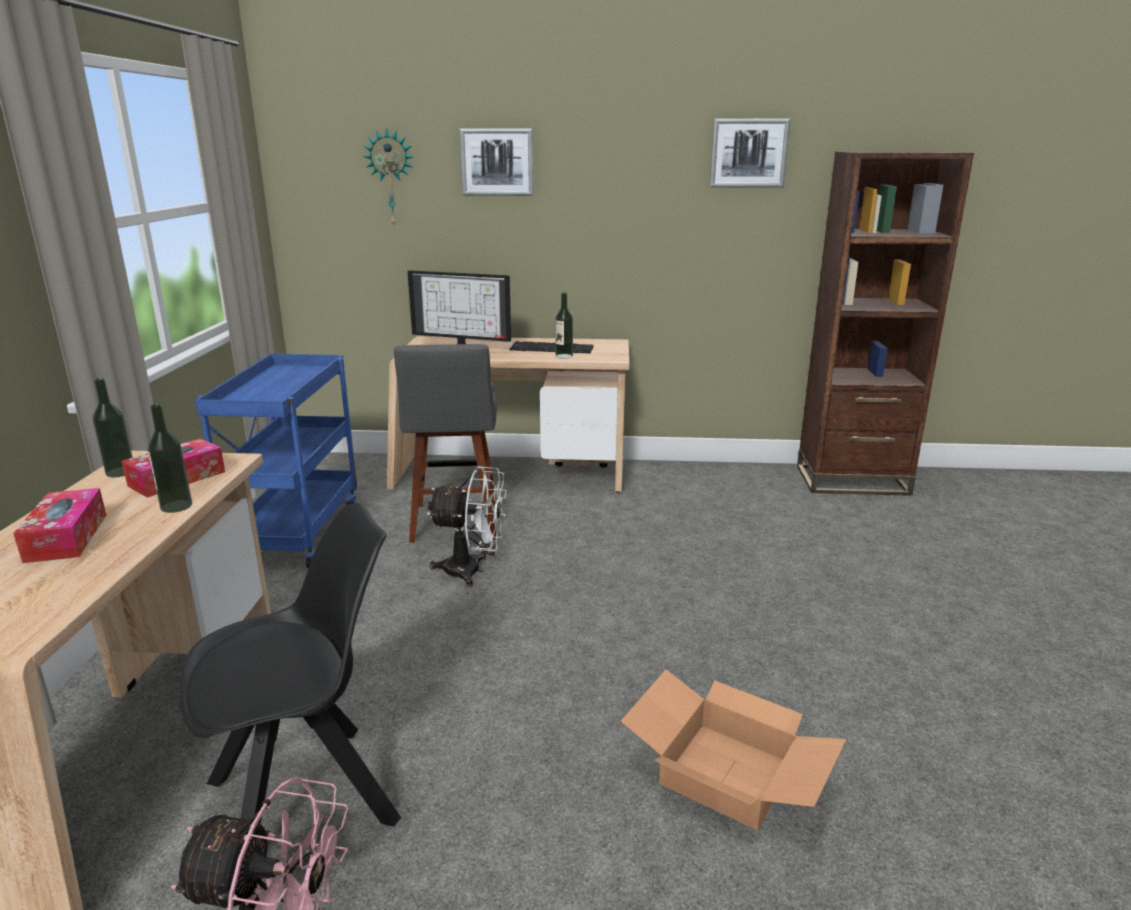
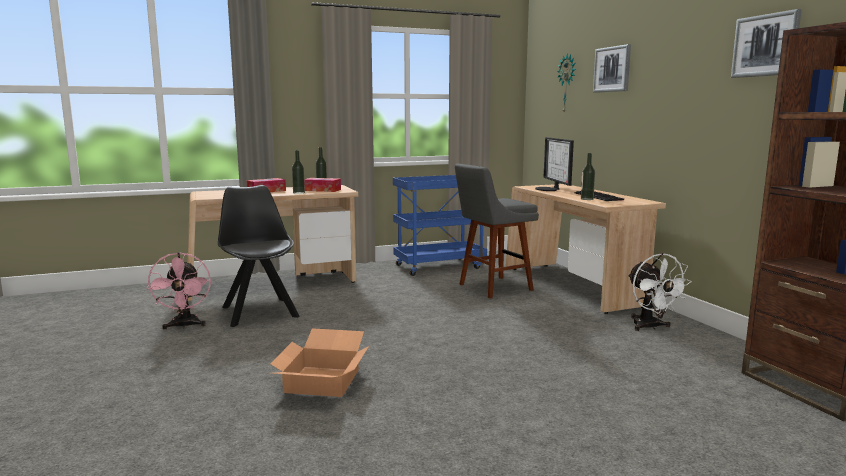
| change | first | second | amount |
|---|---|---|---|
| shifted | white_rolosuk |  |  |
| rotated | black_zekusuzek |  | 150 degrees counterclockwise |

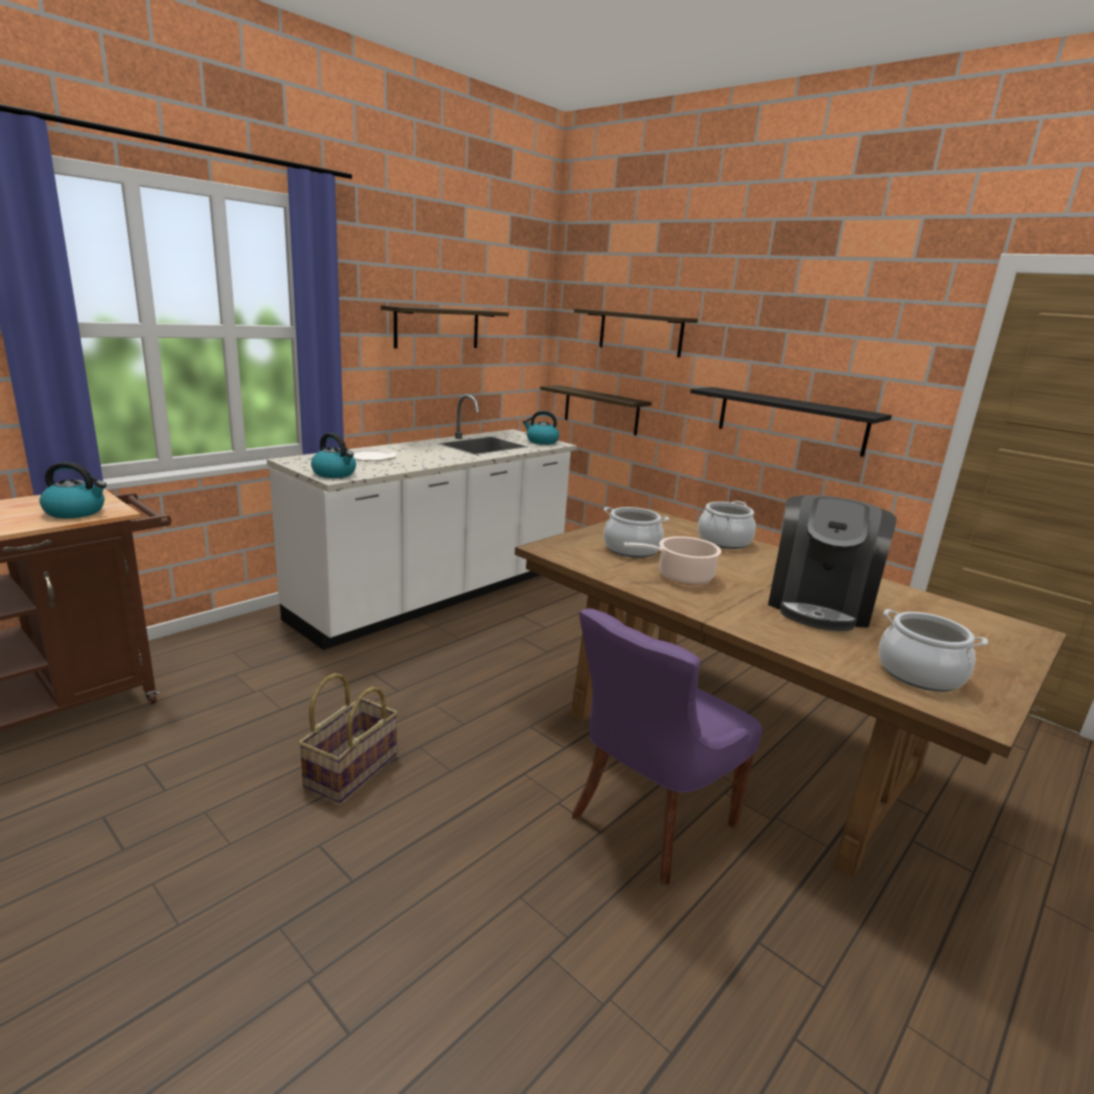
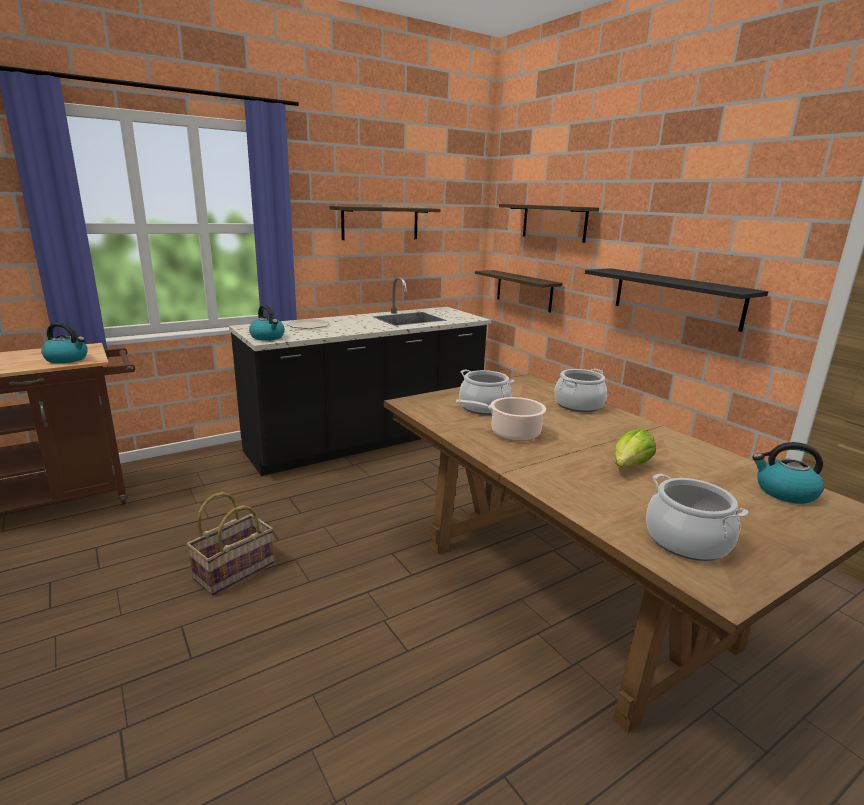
| change | first | second | amount |
|---|---|---|---|
| repainted | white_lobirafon | black_lobirafon |  |
| shifted | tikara (no. 3 from left) |  |  |
| swapped | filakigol | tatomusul |  |
| gone | purple_zekusuzek |  |  |

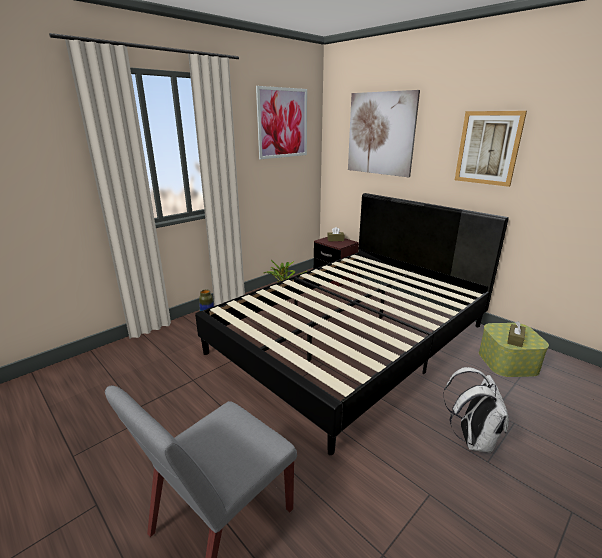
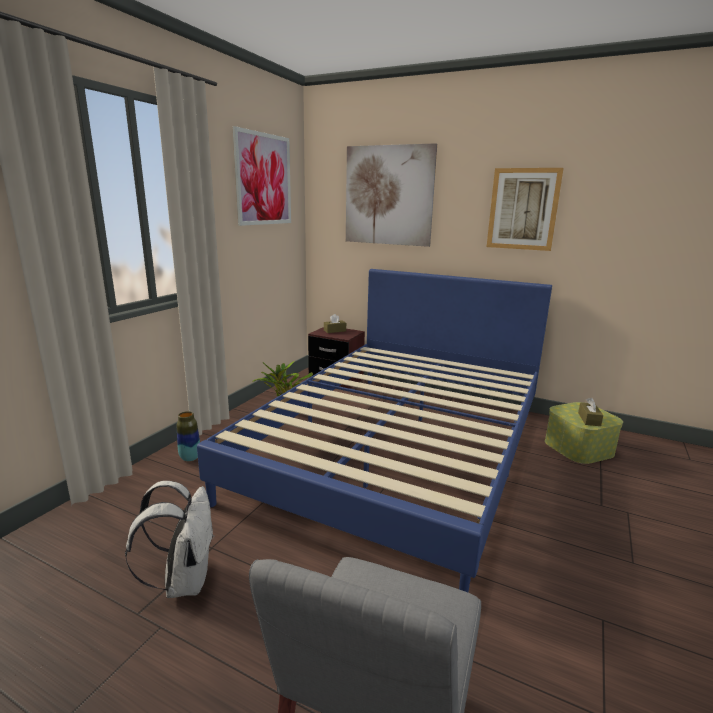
| change | first | second | amount |
|---|---|---|---|
| repainted | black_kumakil | blue_kumakil |  |
| shifted | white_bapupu |  |  |

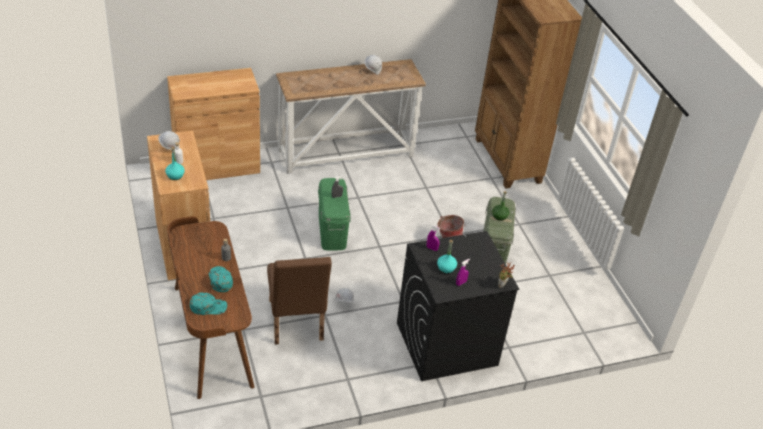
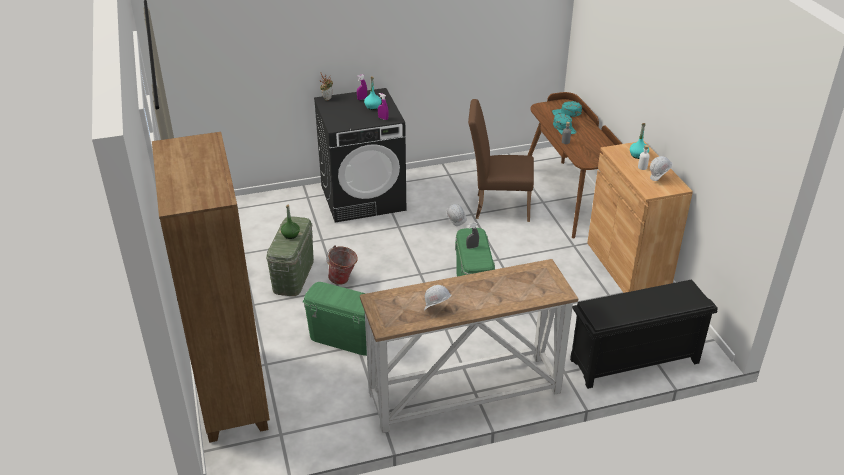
| change | first | second | amount |
|---|---|---|---|
| swapped | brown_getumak (no. 2 from left) | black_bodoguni |  |
| rotated | brown_zekusuzek |  | 75 degrees counterclockwise |
| new |  | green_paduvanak (no. 2 from left) |  |

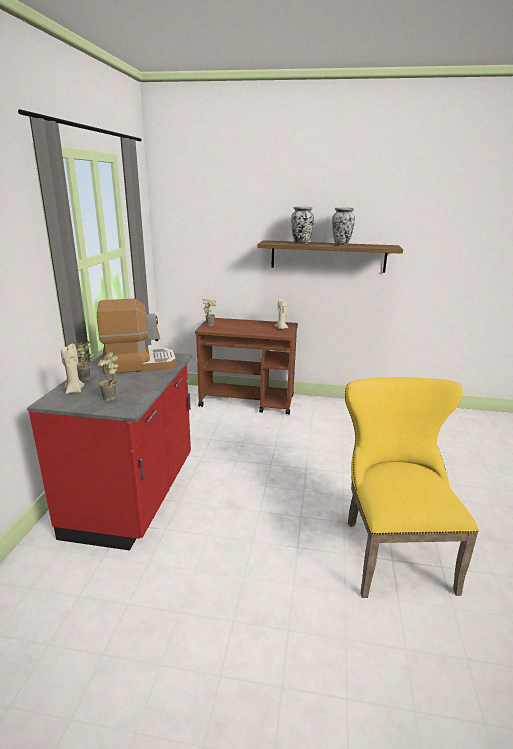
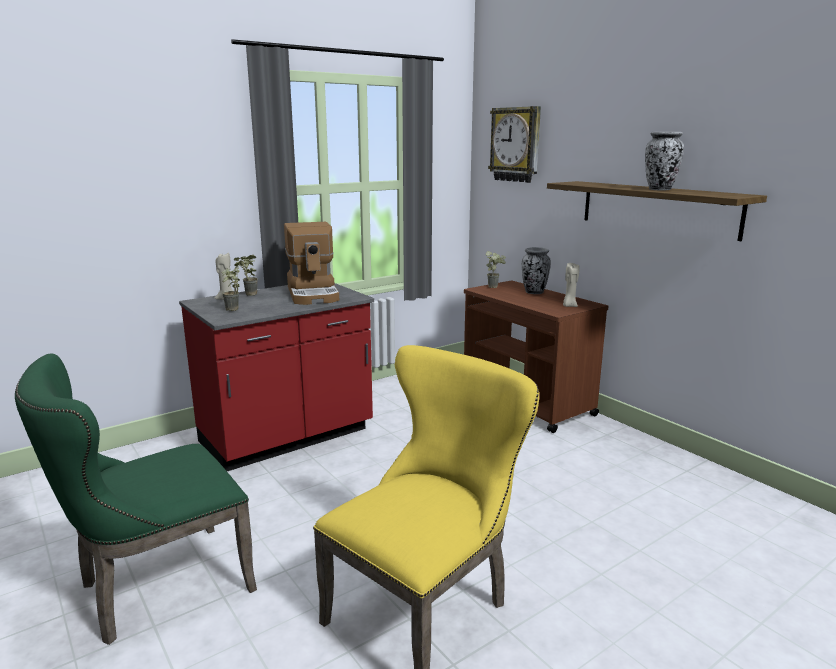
| change | first | second | amount |
|---|---|---|---|
| shifted | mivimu (no. 1 from left) |  |  |
| rotated | filakigol |  | 45 degrees clockwise |
| new |  | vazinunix |  |
| new |  | green_zekusuzek |  |

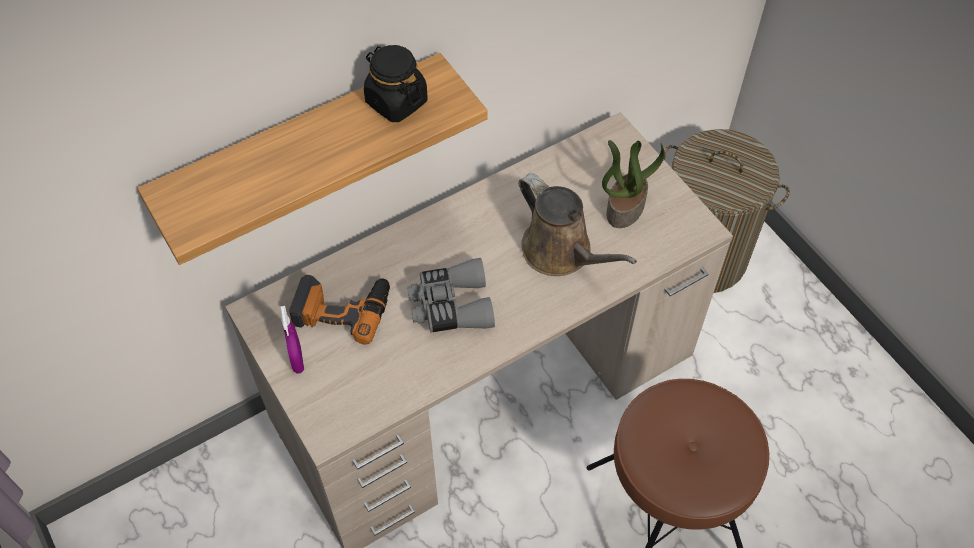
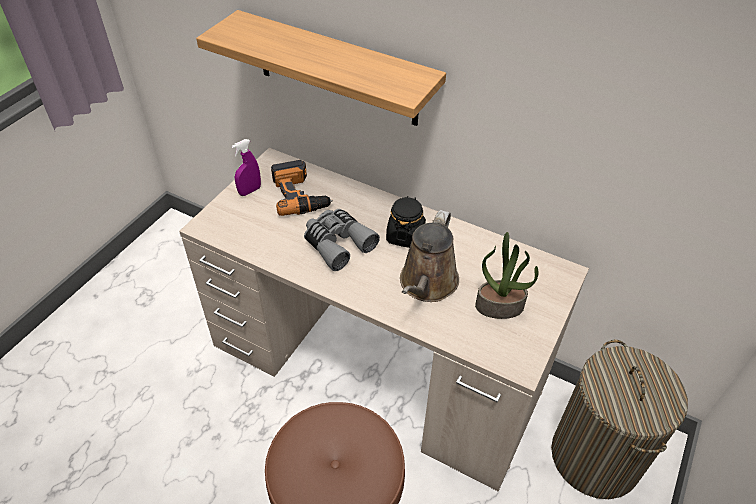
| change | first | second | amount |
|---|---|---|---|
| shifted | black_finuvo |  |  |

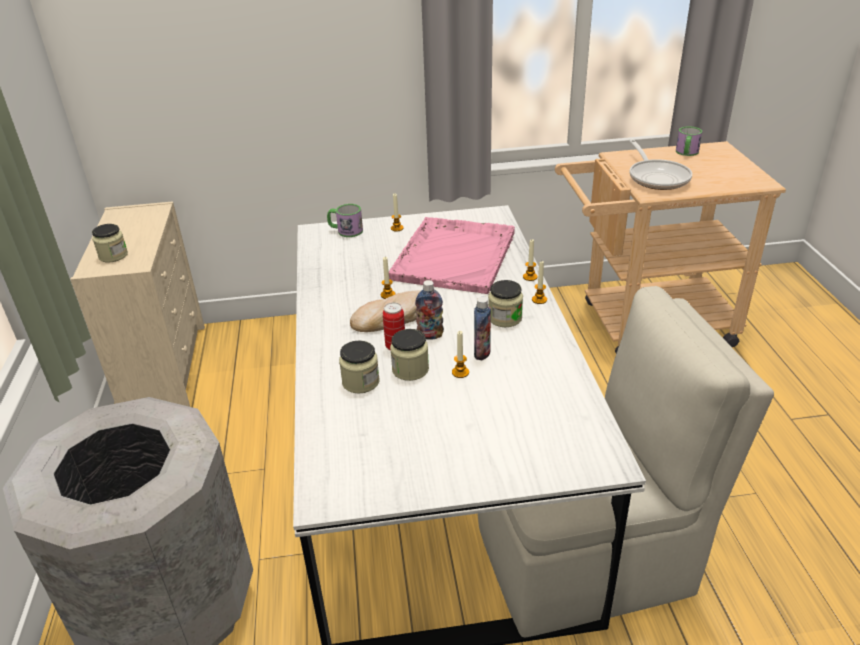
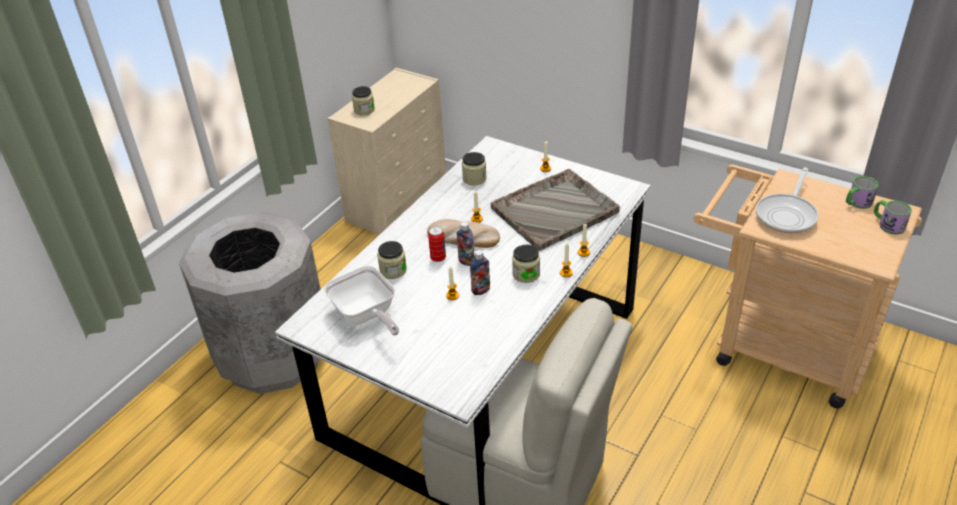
| change | first | second | amount |
|---|---|---|---|
| shifted | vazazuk (no. 1 from left in the first image) | vazazuk (no. 2 from left) |  |
| repainted | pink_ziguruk | grey_ziguruk |  |
| shifted | finuvo (no. 3 from left) |  |  |
| new |  | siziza (no. 1 from left) |  |

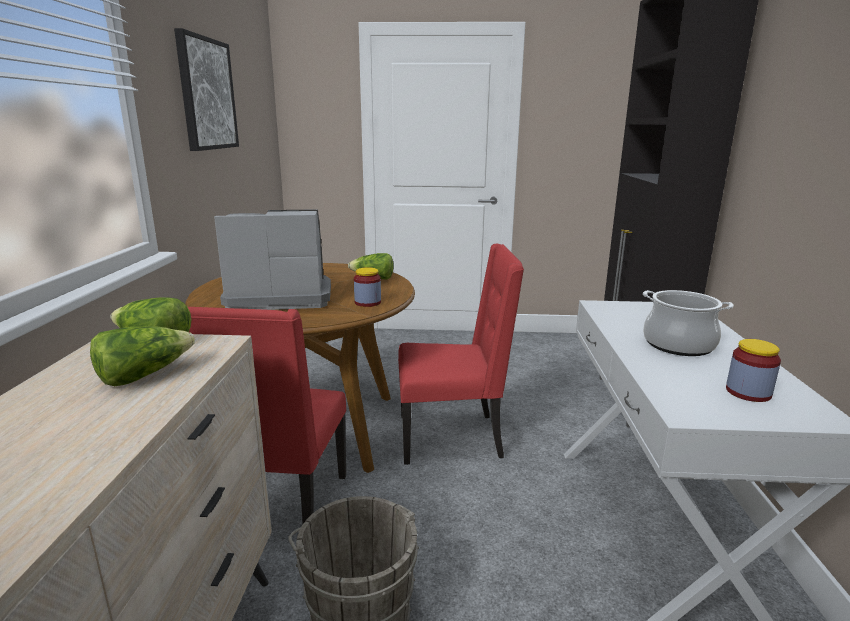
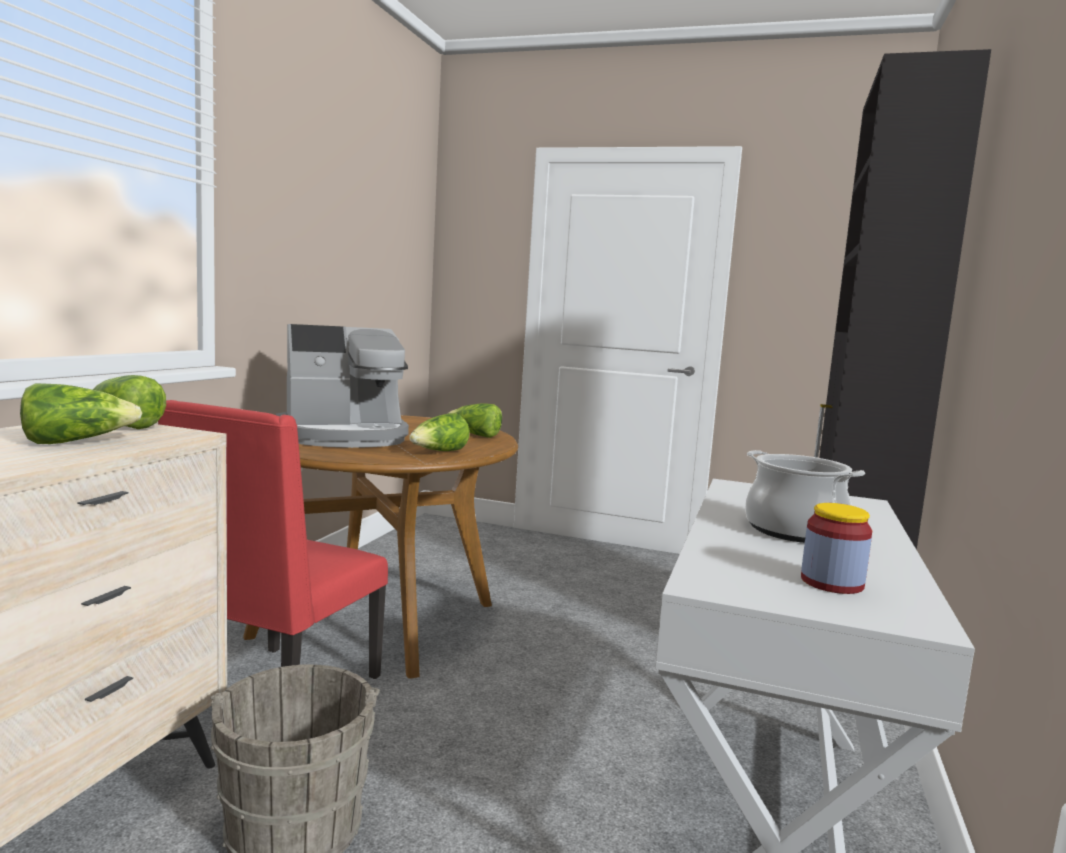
| change | first | second | amount |
|---|---|---|---|
| gone | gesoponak |  |  |
| rotated | filakigol |  | 150 degrees clockwise |
| gone | red_zekusuzek (no. 2 from left) |  |  |
| swapped | finuvo (no. 1 from left) | tatomusul (no. 3 from left) |  |

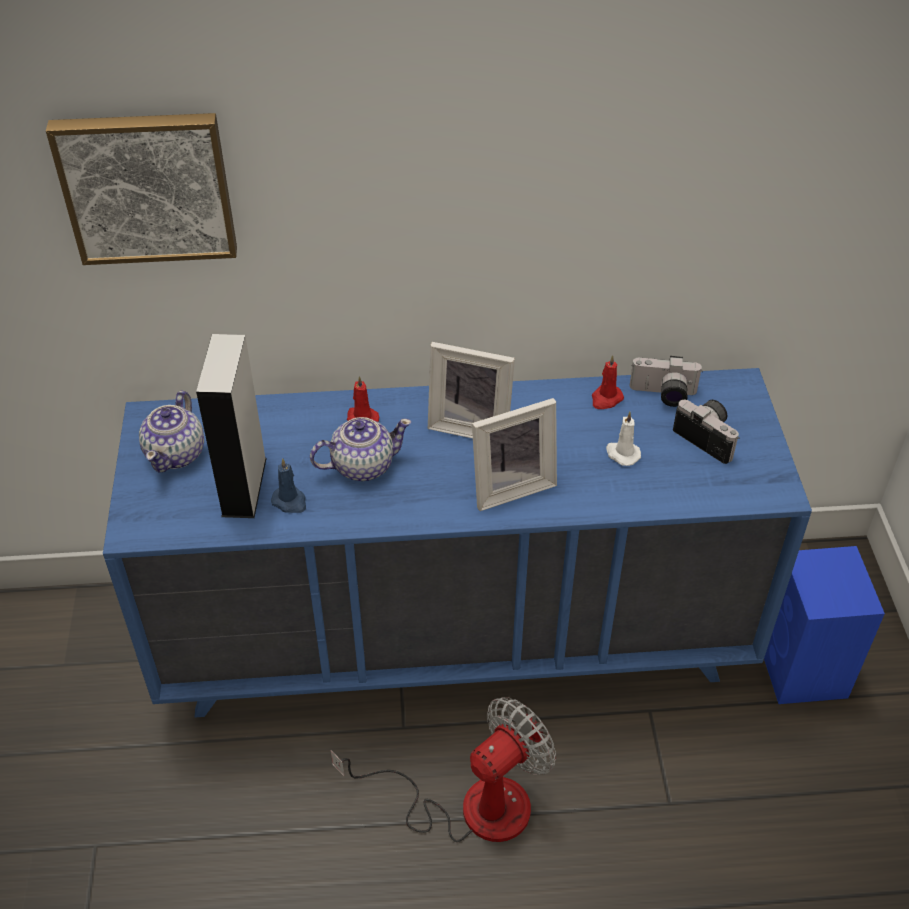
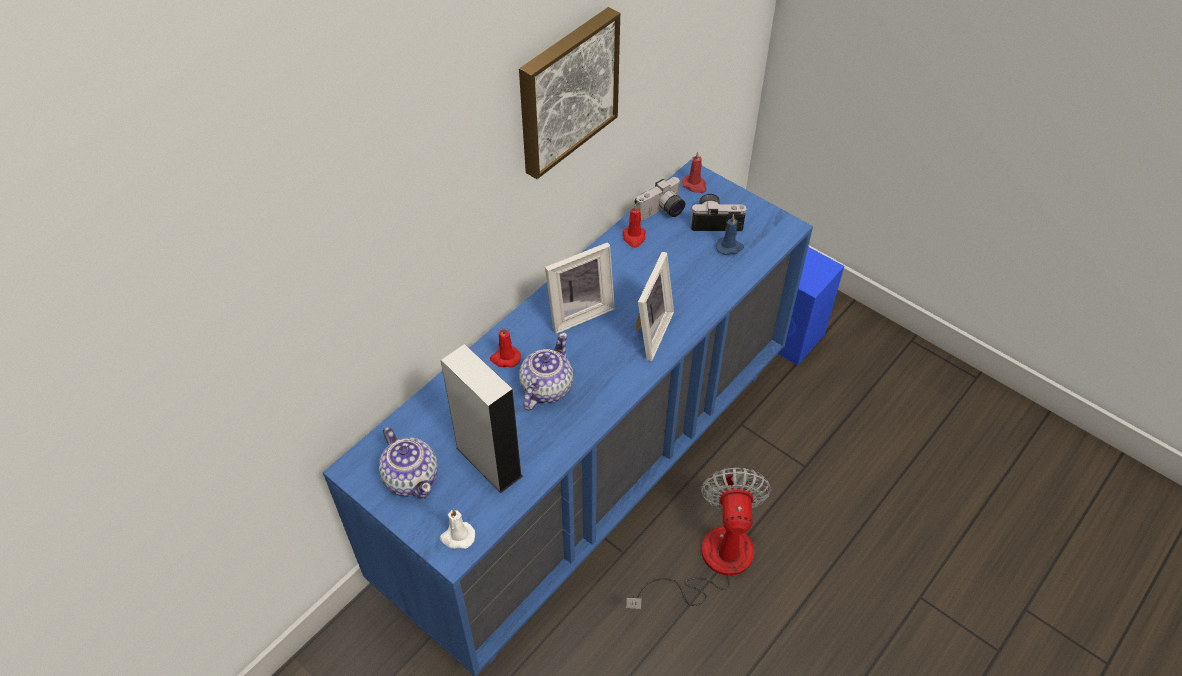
| change | first | second | amount |
|---|---|---|---|
| shifted | gesoponak |  |  |
| shifted | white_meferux |  |  |
| shifted | blue_meferux |  |  |
| new |  | red_meferux (no. 3 from left) |  |

